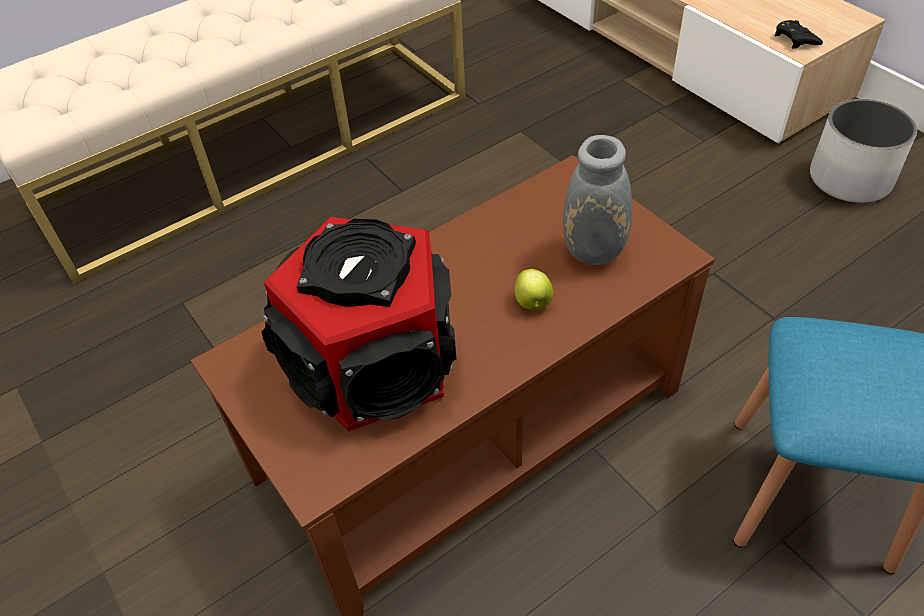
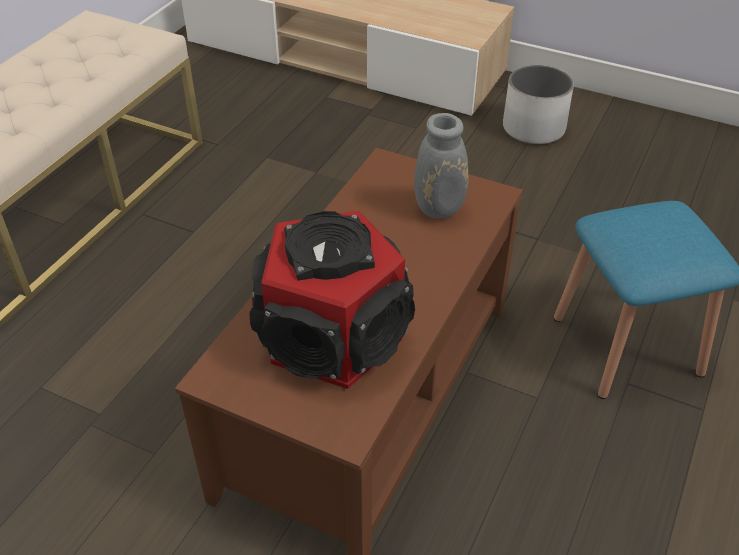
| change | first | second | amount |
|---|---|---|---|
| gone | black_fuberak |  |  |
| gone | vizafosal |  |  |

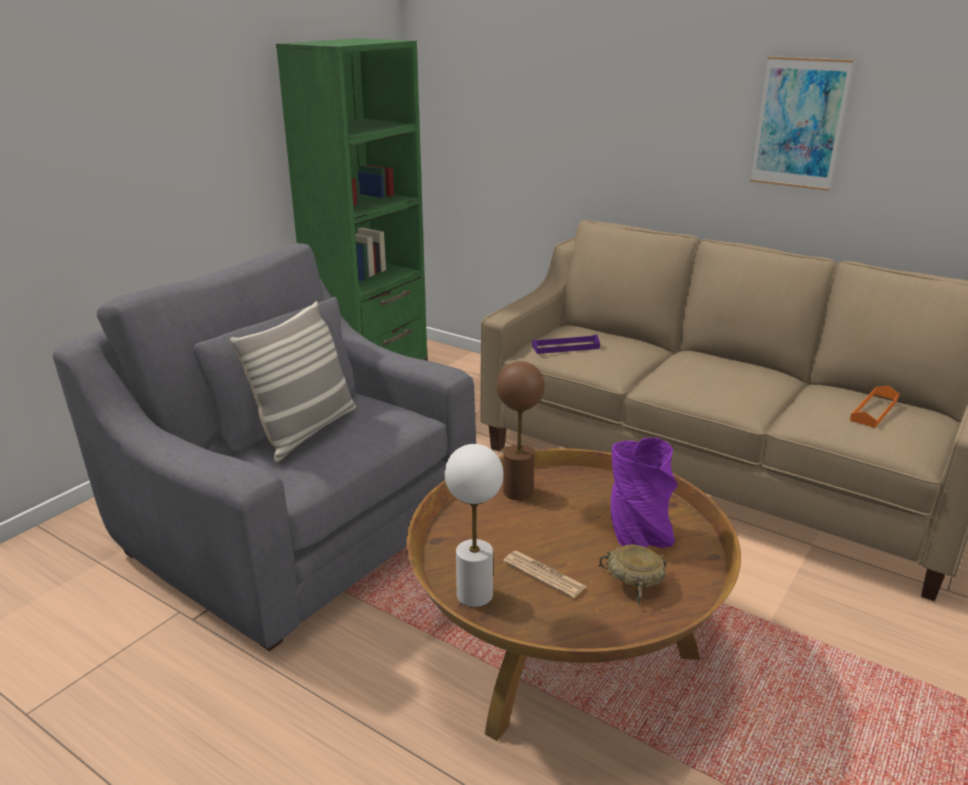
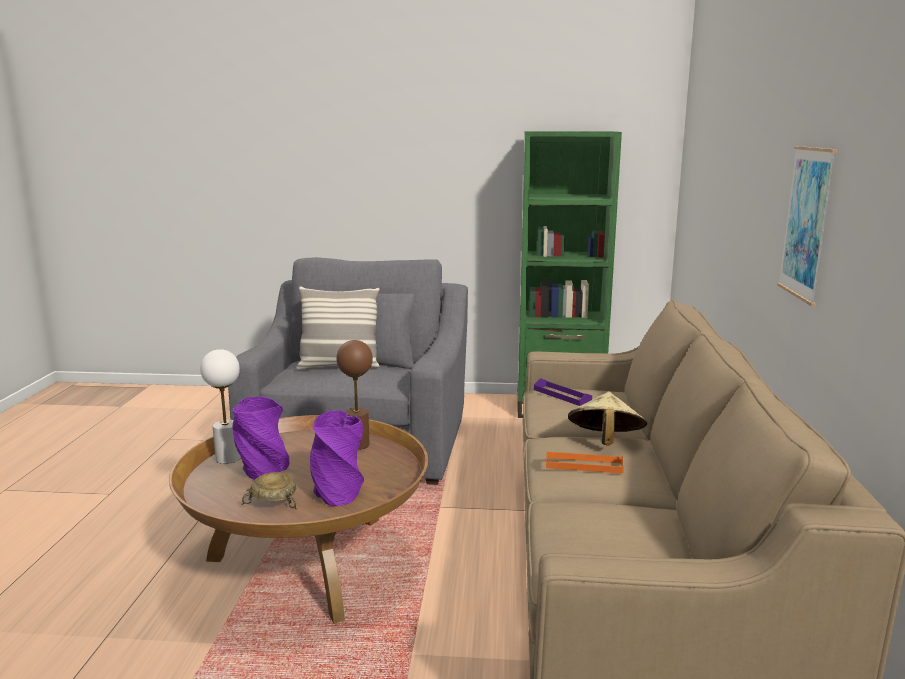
| change | first | second | amount |
|---|---|---|---|
| shifted | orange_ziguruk |  |  |
| swapped | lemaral | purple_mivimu (no. 1 from left) |  |
| new |  | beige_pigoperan |  |

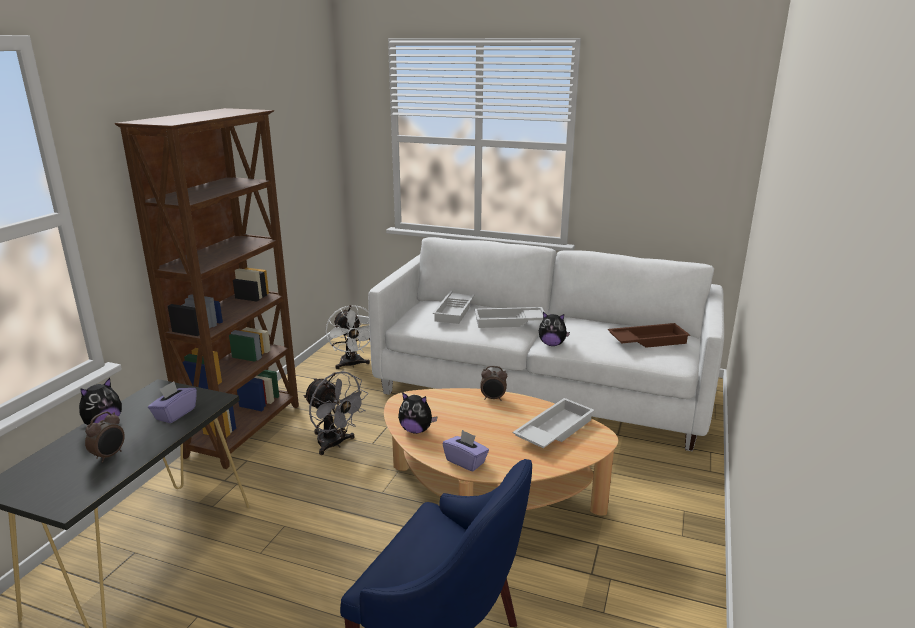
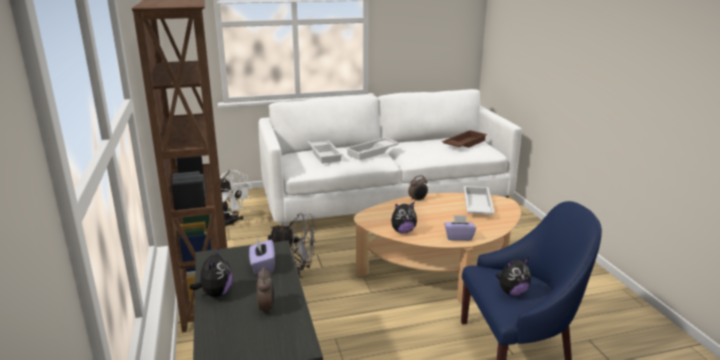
| change | first | second | amount |
|---|---|---|---|
| shifted | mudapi (no. 3 from left) |  |  |

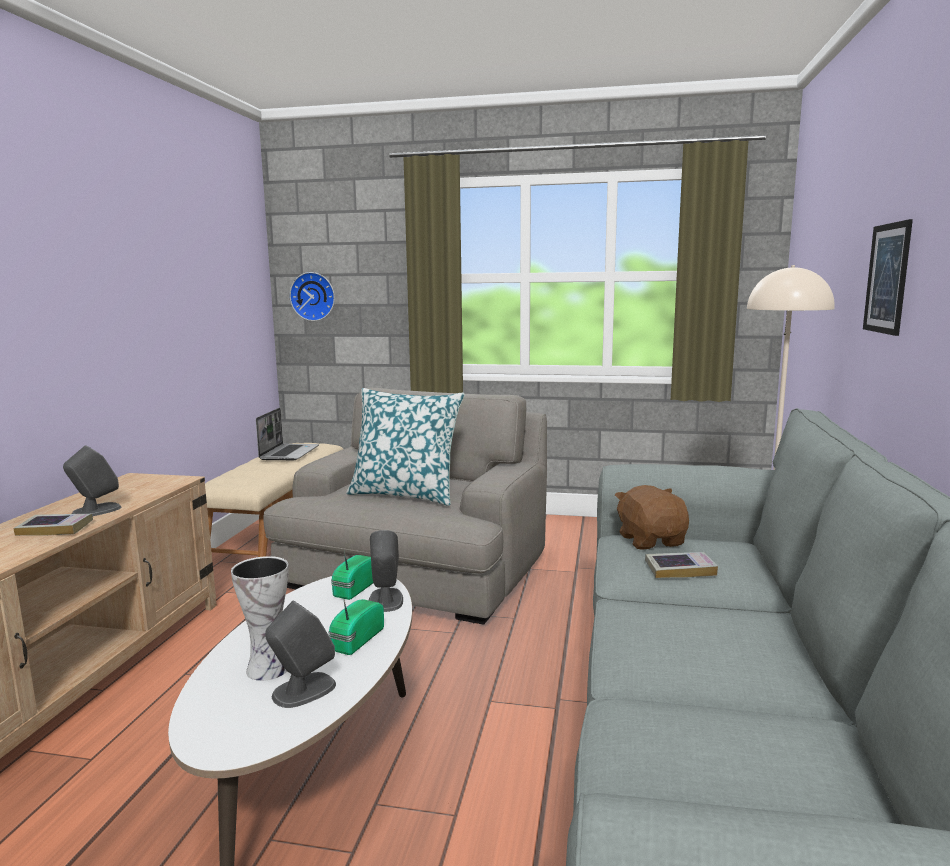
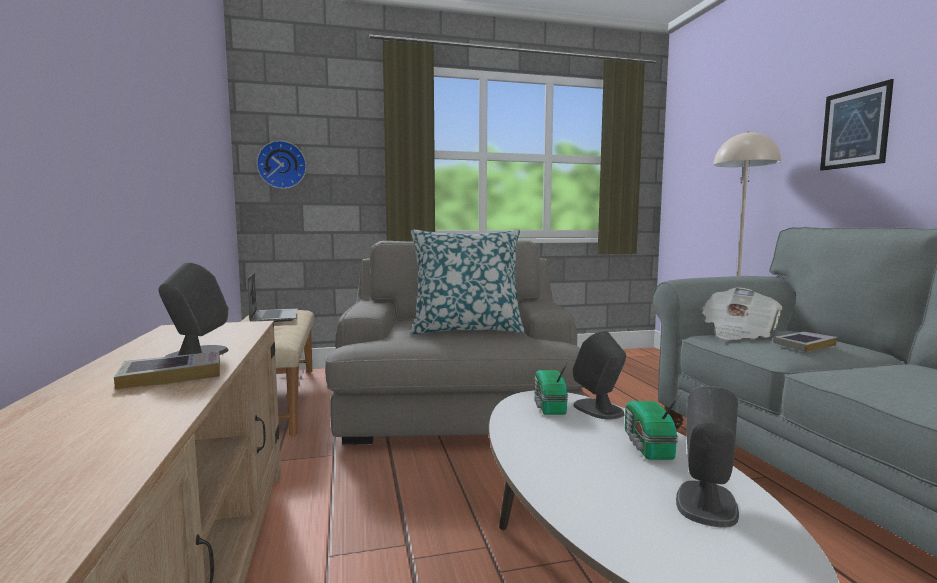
| change | first | second | amount |
|---|---|---|---|
| swapped | brown_mudapi | lemaral |  |
| gone | mivimu |  |  |

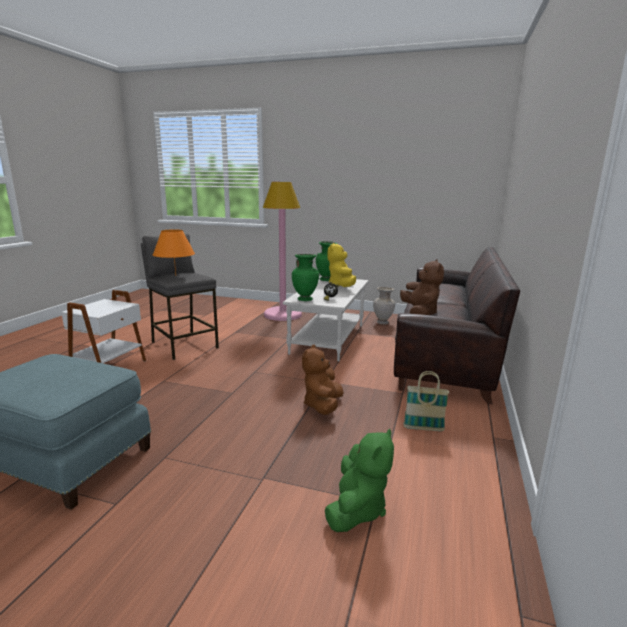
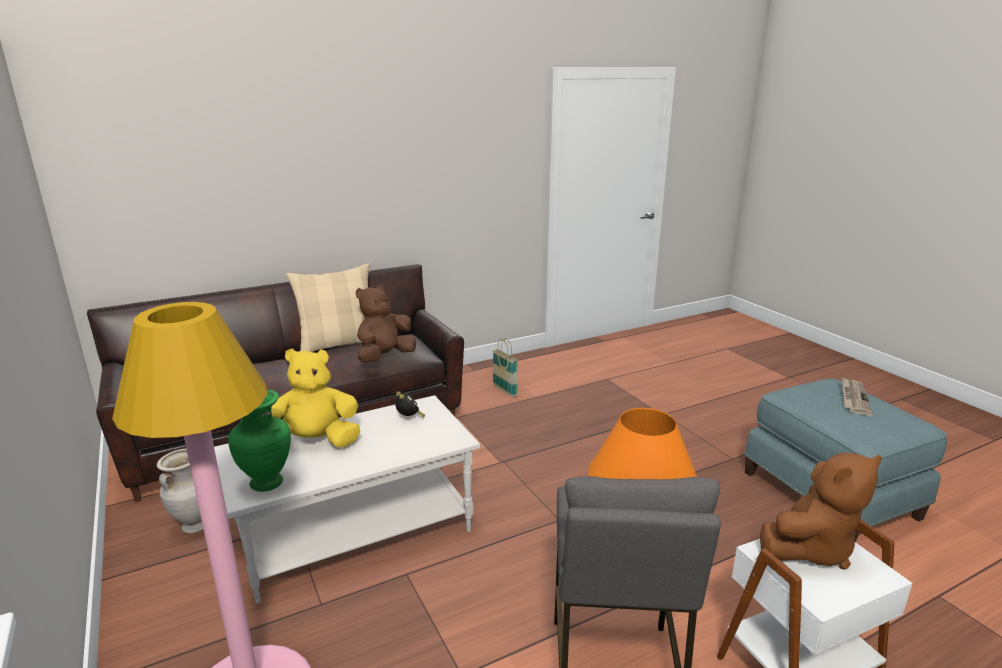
| change | first | second | amount |
|---|---|---|---|
| rotated | yellow_mudapi |  | 150 degrees counterclockwise |
| gone | green_mivimu (no. 1 from left) |  |  |
| shifted | brown_mudapi (no. 1 from left in the first image) | brown_mudapi (no. 2 from left) |  |
| gone | green_mudapi |  |  |
| new |  | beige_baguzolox |  |
| new |  | lemaral |  |

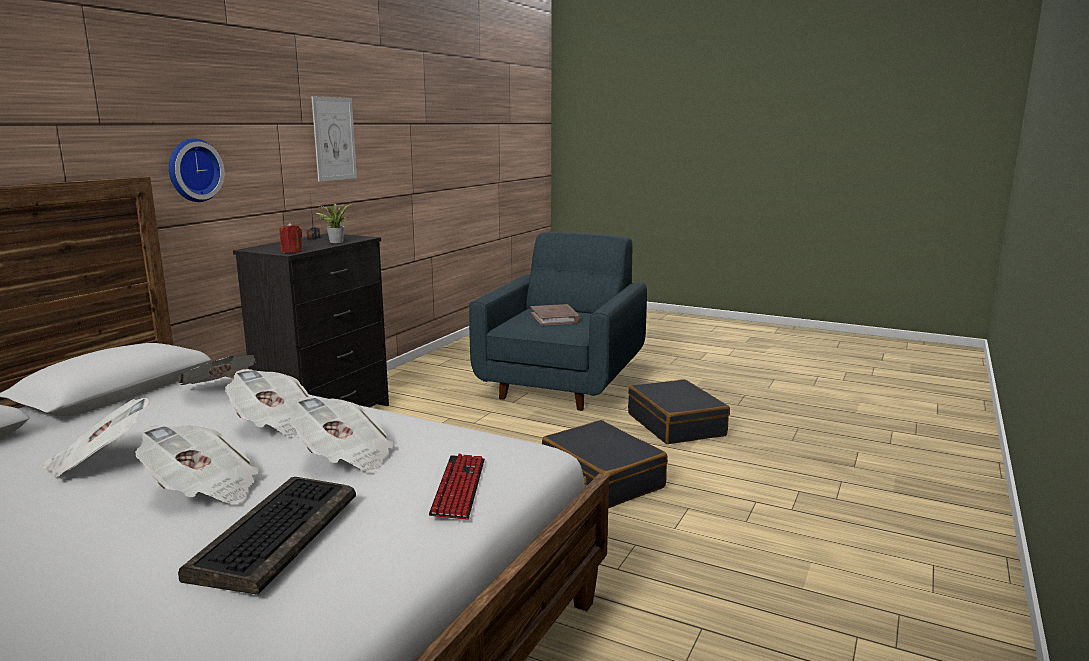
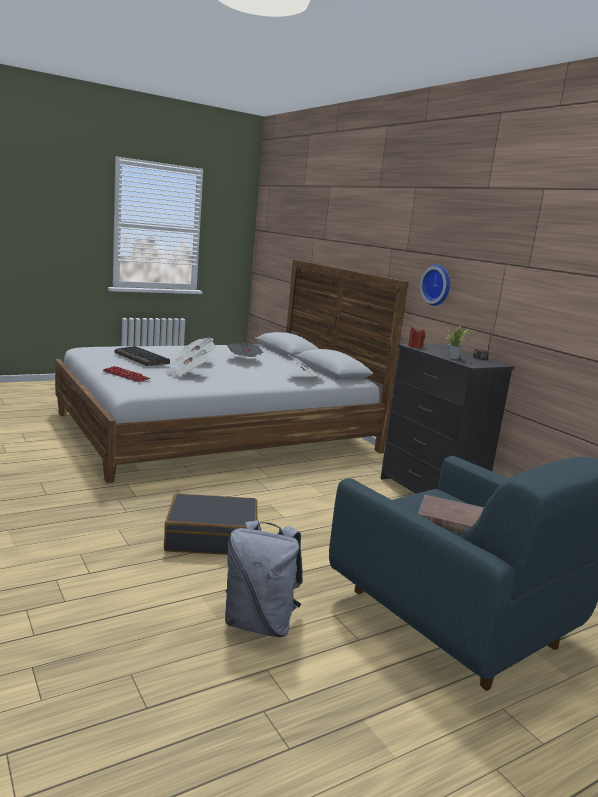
| change | first | second | amount |
|---|---|---|---|
| gone | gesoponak |  |  |
| gone | lemaral (no. 4 from left) |  |  |
| swapped | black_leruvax (no. 2 from left) | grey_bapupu |  |

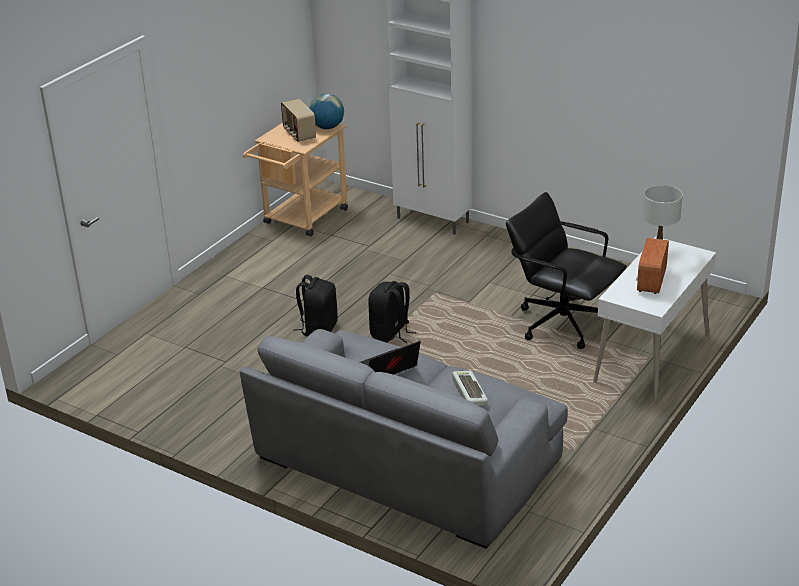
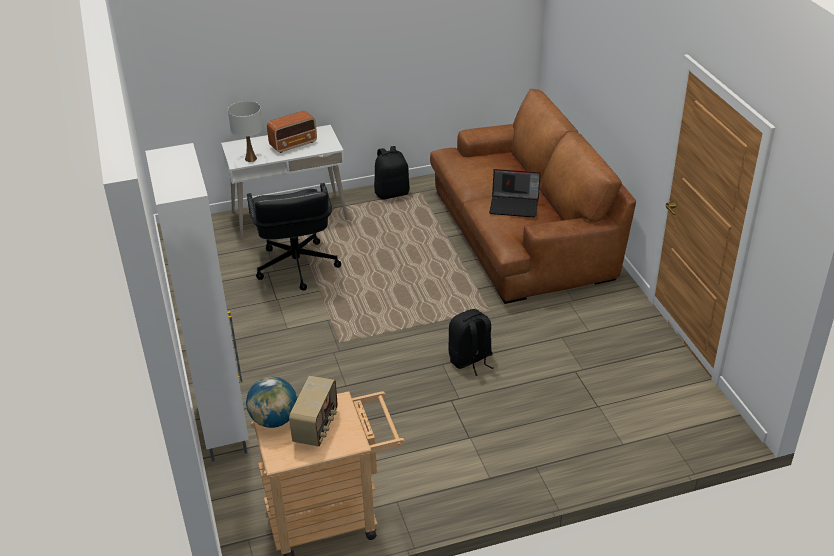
| change | first | second | amount |
|---|---|---|---|
| shifted | black_bapupu (no. 2 from left in the first image) | black_bapupu (no. 1 from left) |  |
| repainted | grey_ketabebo | brown_ketabebo |  |
| gone | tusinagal |  |  |

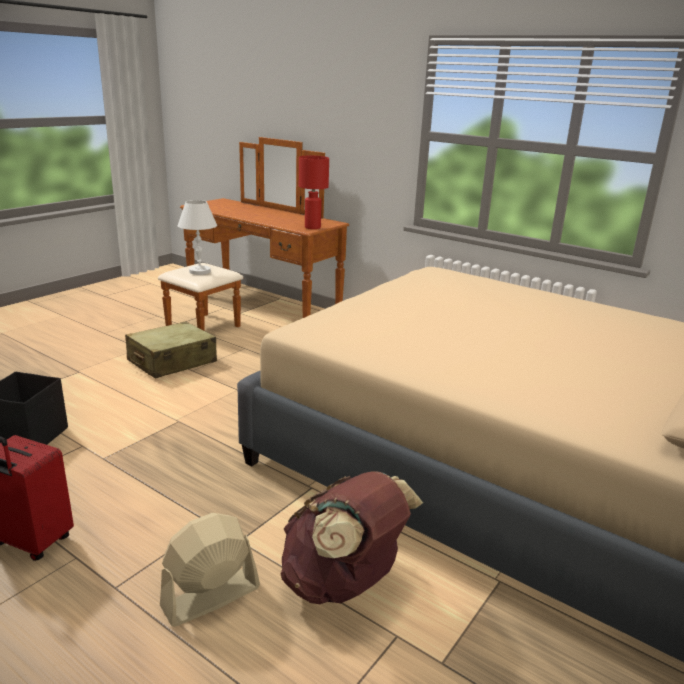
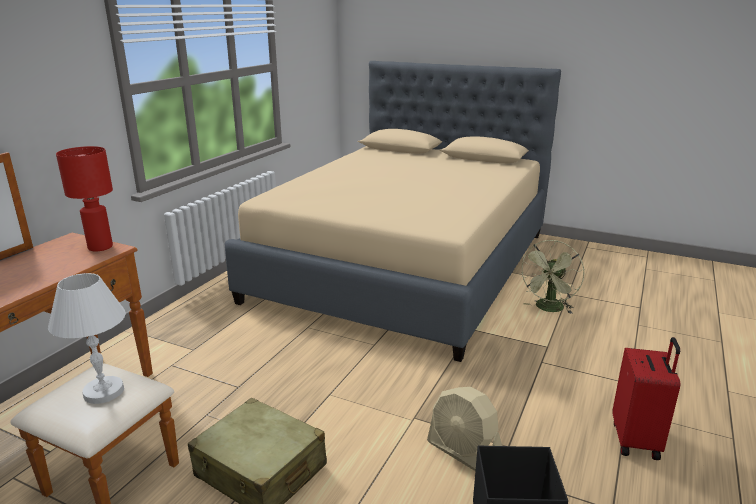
| change | first | second | amount |
|---|---|---|---|
| swapped | brown_bapupu | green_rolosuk |  |
| shifted | beige_rolosuk |  |  |

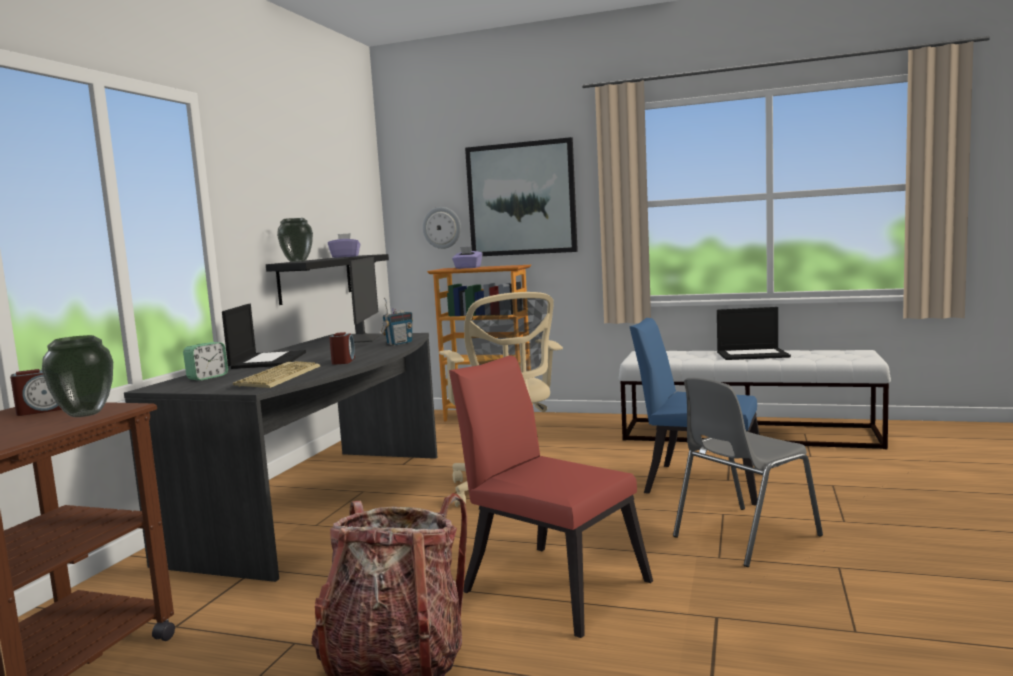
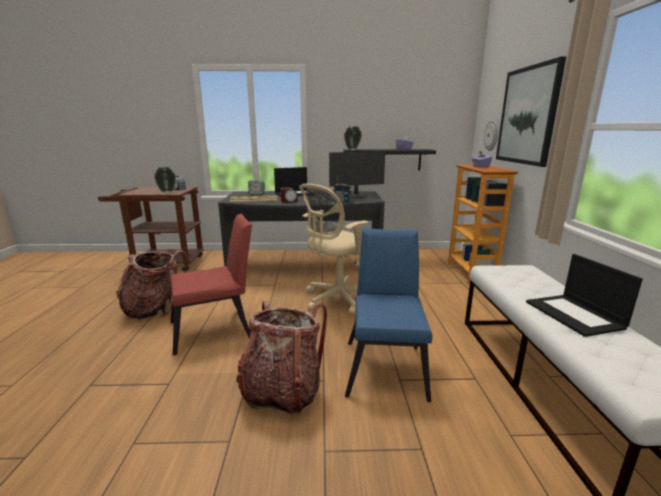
| change | first | second | amount |
|---|---|---|---|
| rotated | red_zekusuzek |  | 45 degrees clockwise |
| swapped | grey_zekusuzek | bapupu (no. 2 from left) |  |

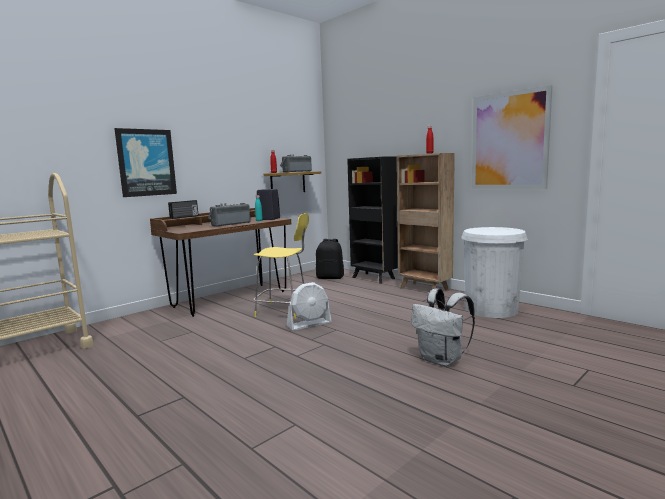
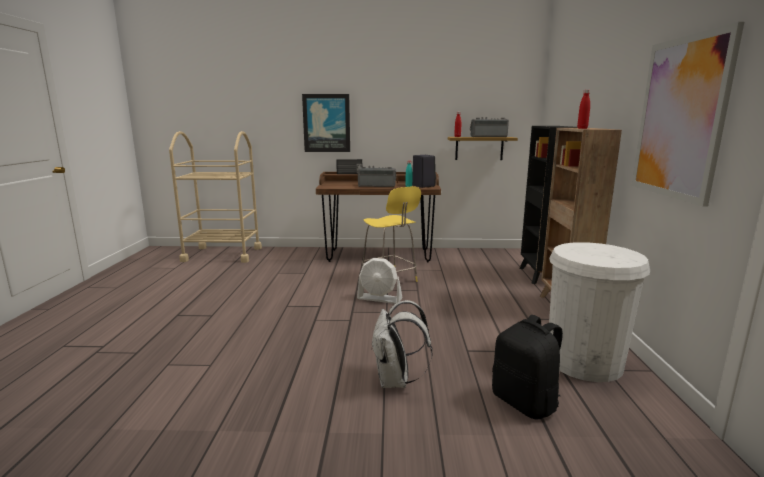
| change | first | second | amount |
|---|---|---|---|
| shifted | black_bapupu |  |  |

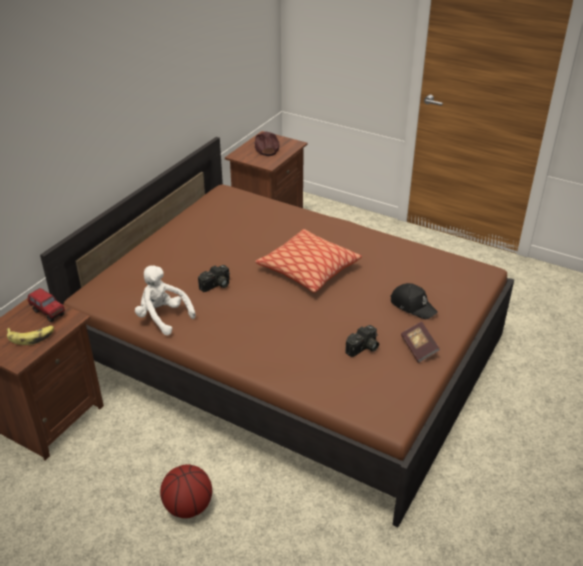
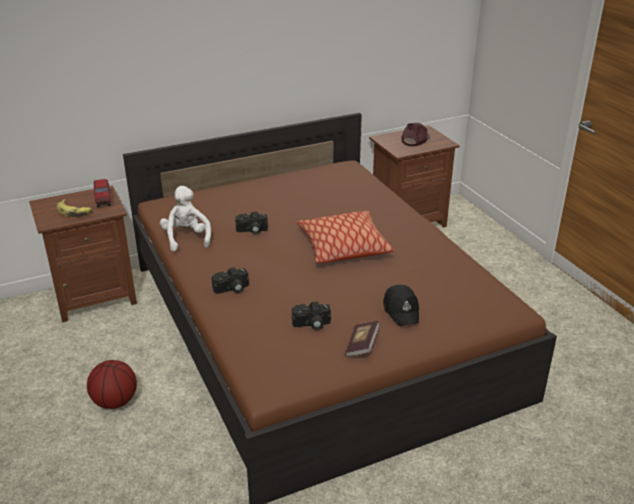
| change | first | second | amount |
|---|---|---|---|
| new |  | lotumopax (no. 1 from left) |  |

